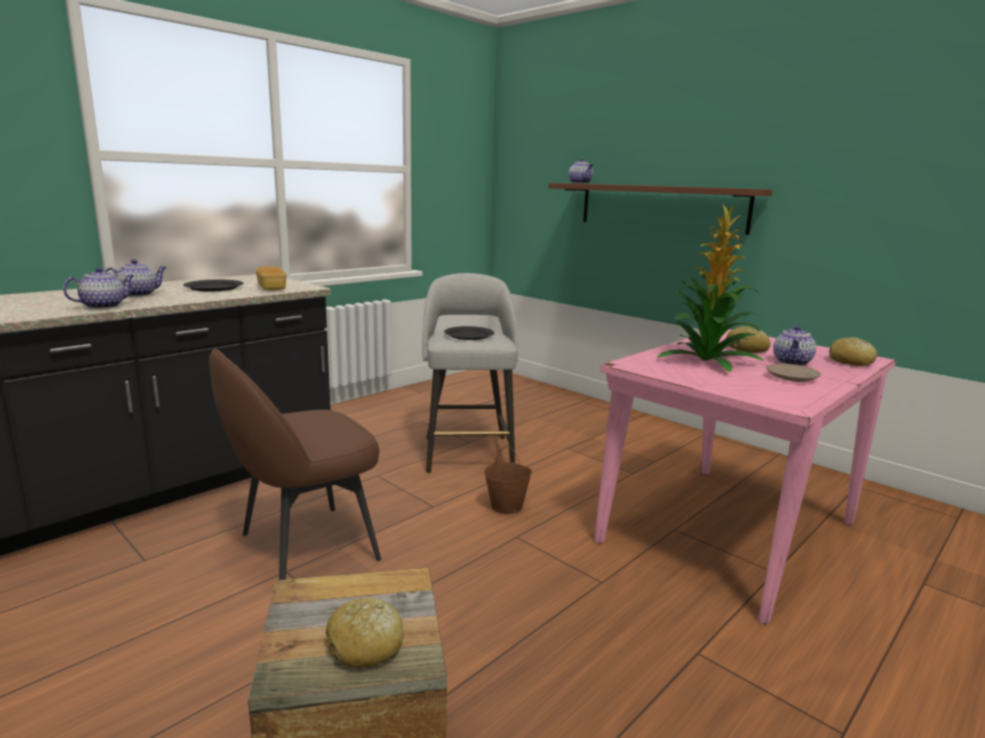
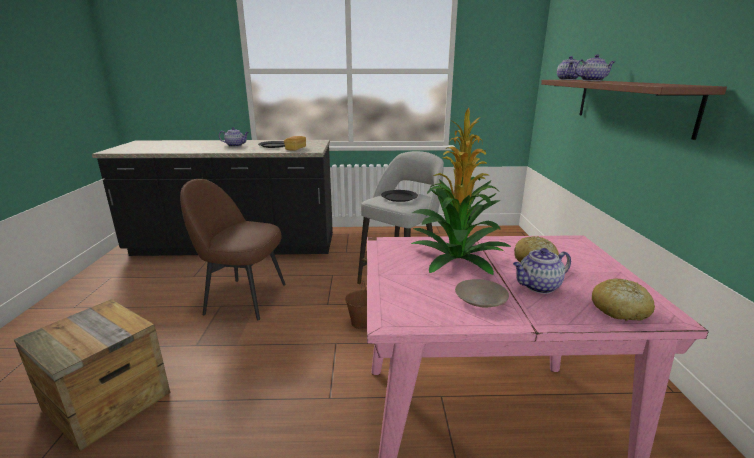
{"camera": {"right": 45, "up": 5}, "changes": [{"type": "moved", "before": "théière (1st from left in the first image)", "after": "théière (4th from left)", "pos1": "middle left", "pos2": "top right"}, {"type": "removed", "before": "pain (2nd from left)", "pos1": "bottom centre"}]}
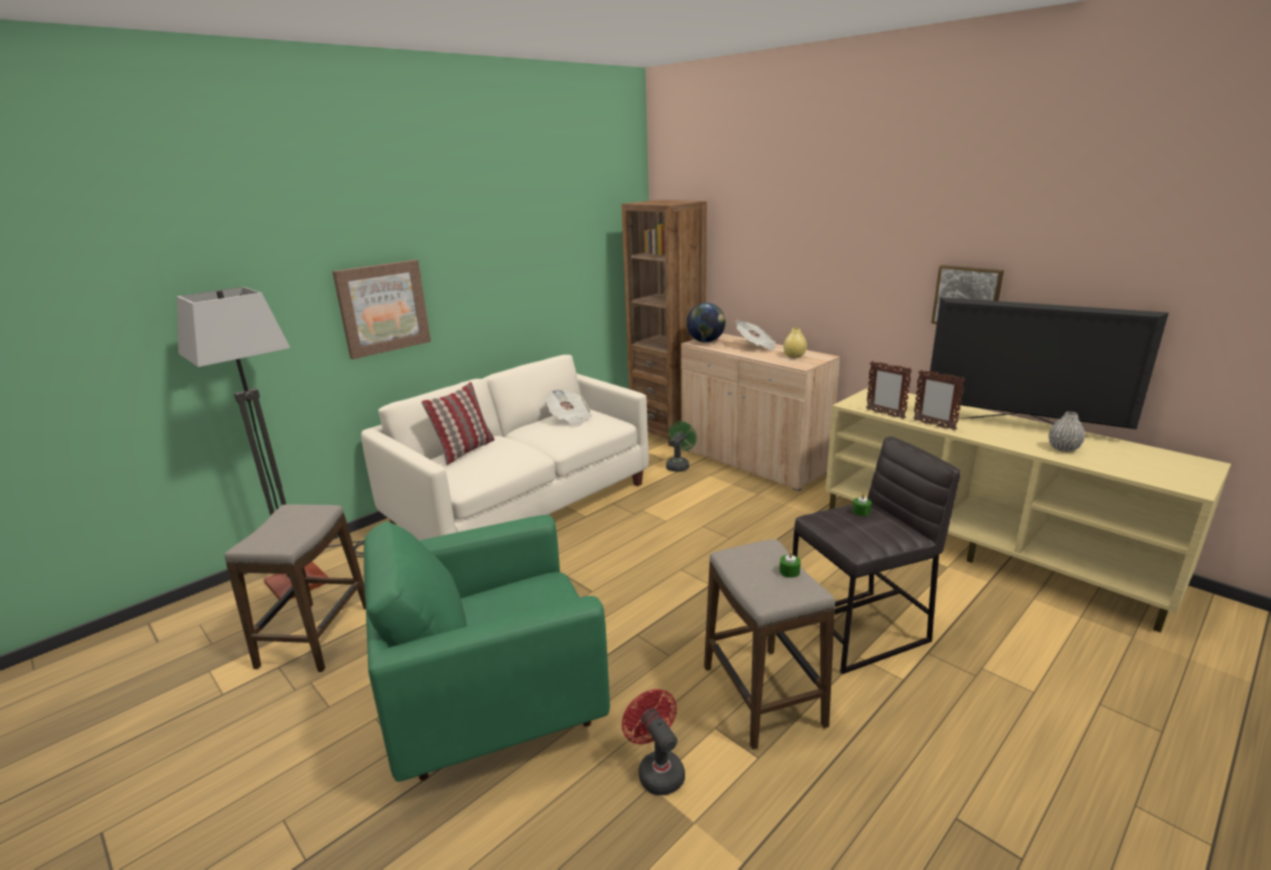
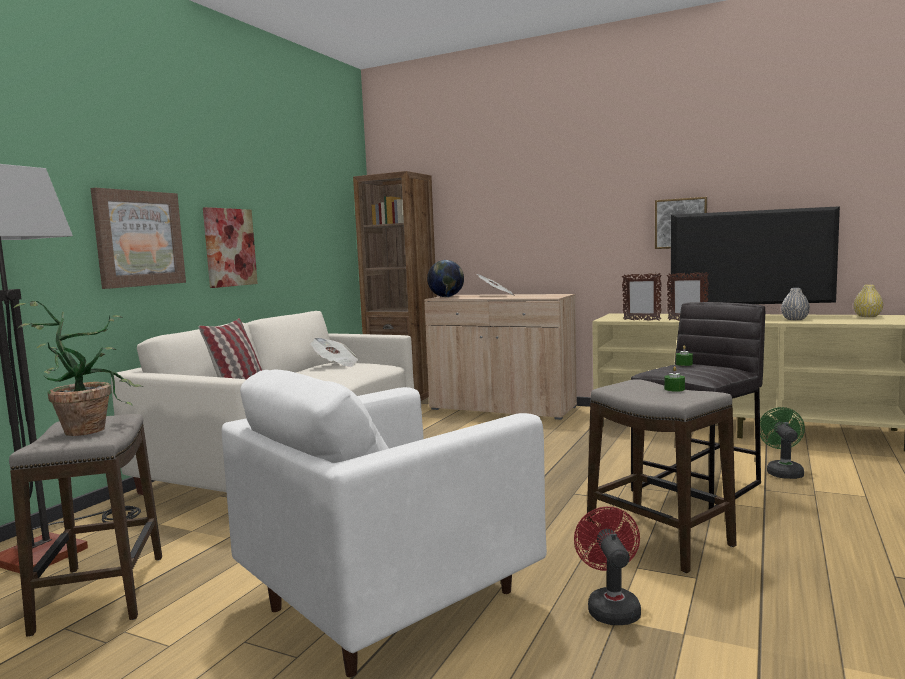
{"camera": {"right": -20, "up": -15}, "changes": [{"type": "moved", "before": "vase/jaune", "pos1": "centre", "pos2": "middle right"}, {"type": "moved", "before": "ventilateur/vert", "pos1": "centre", "pos2": "middle right"}, {"type": "recoloured", "before": "fauteuil/vert", "after": "fauteuil/blanc", "pos1": "bottom centre", "pos2": "bottom centre"}, {"type": "turned", "before": "ventilateur/rouge", "pos1": "bottom centre", "pos2": "bottom right", "turn": 45}, {"type": "added", "after": "tableau (2nd from left)", "pos2": "middle left"}, {"type": "added", "after": "plante en pot", "pos2": "middle left"}]}
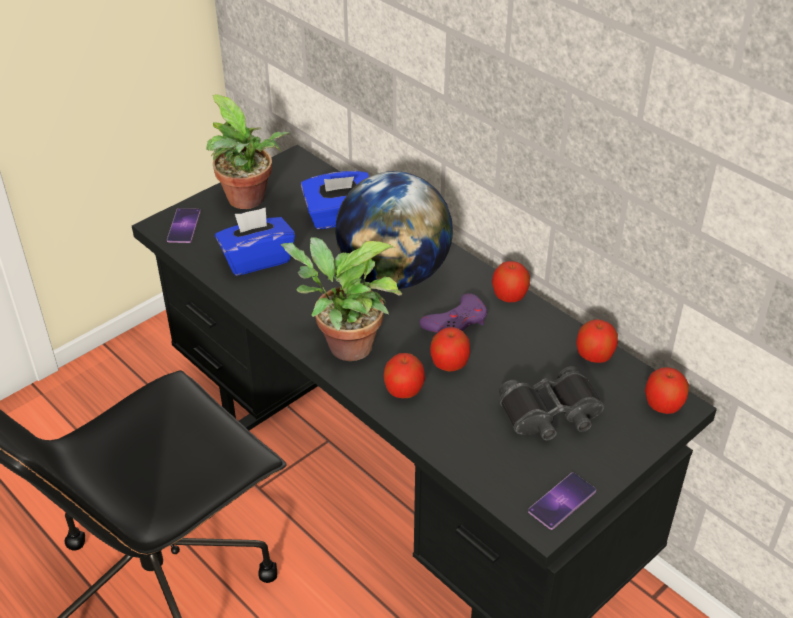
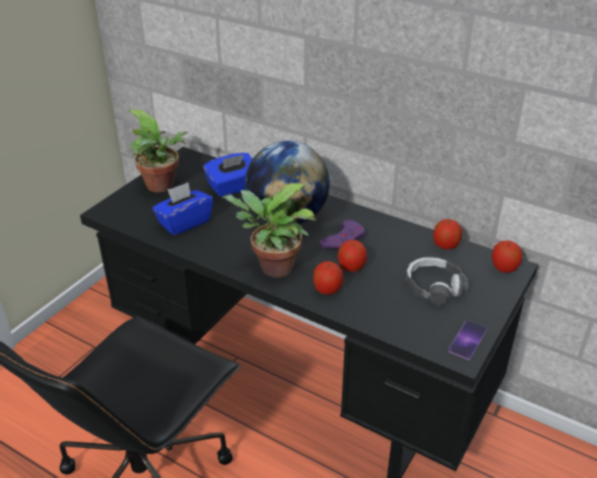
{"camera": {"right": -15, "up": -5}, "changes": [{"type": "removed", "before": "téléphone (1st from left)", "pos1": "middle left"}, {"type": "removed", "before": "pomme (3rd from left)", "pos1": "centre"}, {"type": "replaced", "before": "jumelles/noir", "after": "casque audio", "pos1": "middle right", "pos2": "middle right"}]}
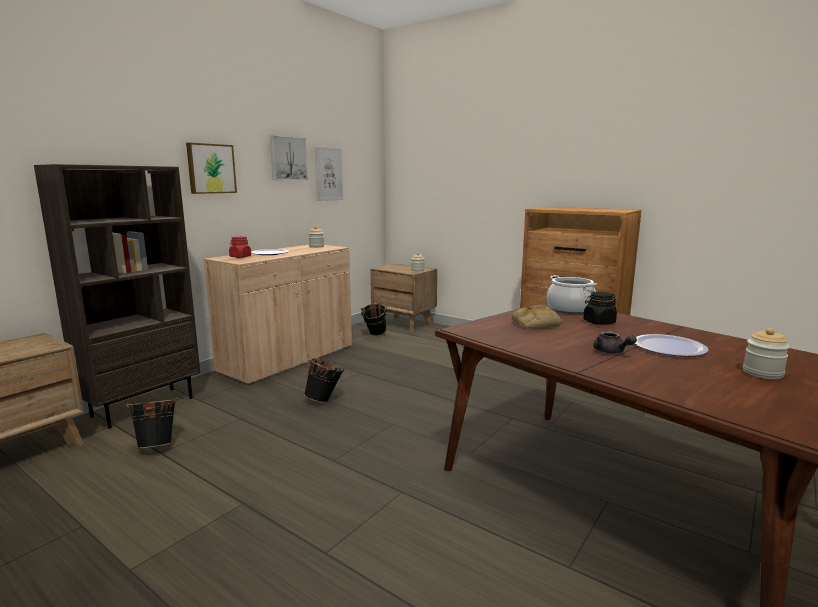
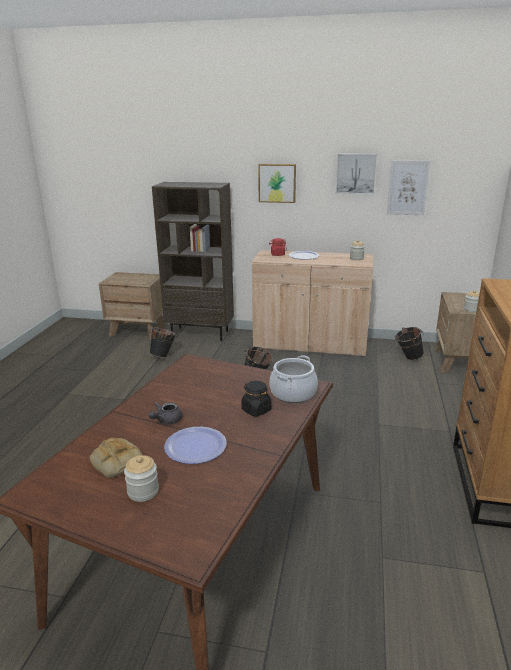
{"camera": {"right": 65, "up": 10}, "changes": [{"type": "moved", "before": "pain", "pos1": "centre", "pos2": "bottom left"}]}
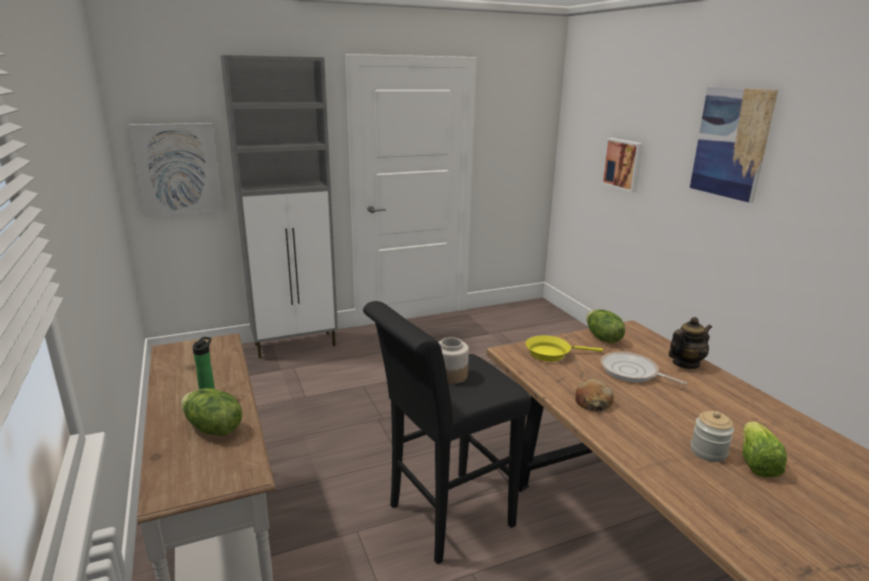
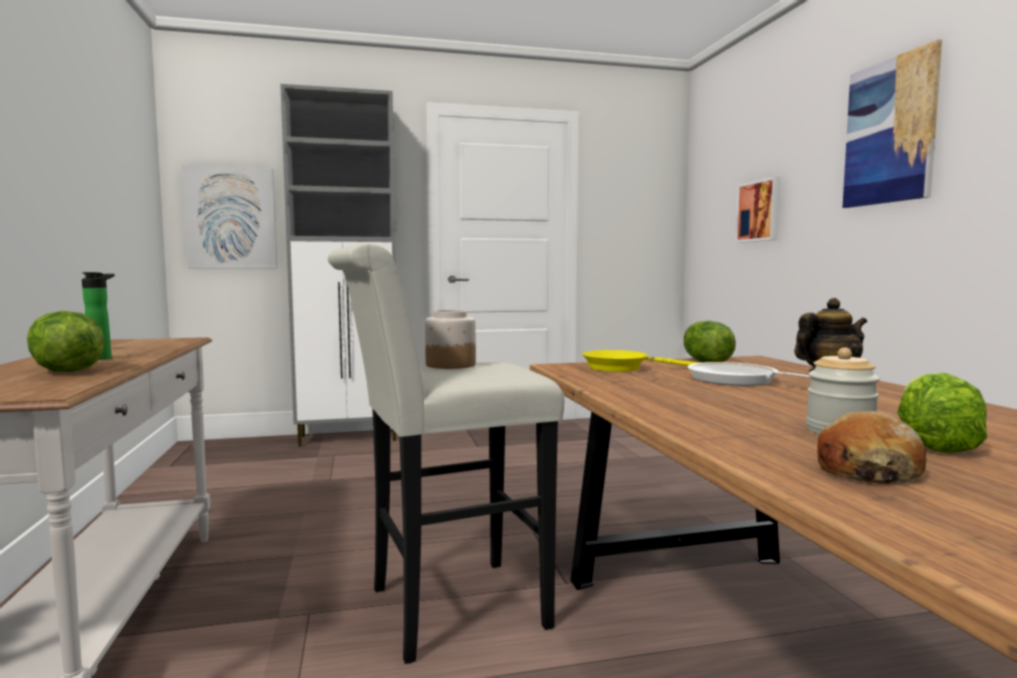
{"camera": {"right": 10, "up": -15}, "changes": [{"type": "recoloured", "before": "tabouret/noir", "after": "tabouret/blanc", "pos1": "bottom centre", "pos2": "bottom centre"}, {"type": "moved", "before": "pain", "pos1": "bottom right", "pos2": "middle right"}]}
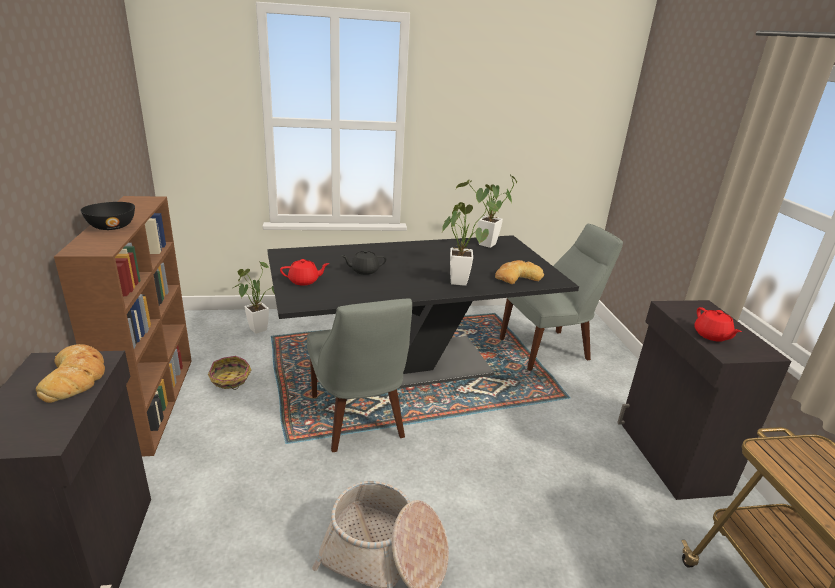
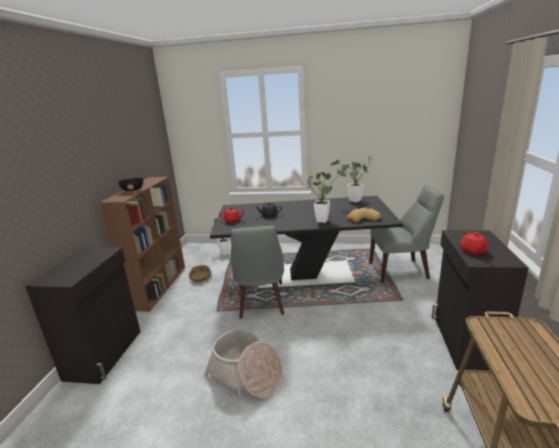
{"camera": {"right": 20, "up": -5}, "changes": [{"type": "removed", "before": "pain (1st from left)", "pos1": "middle left"}]}
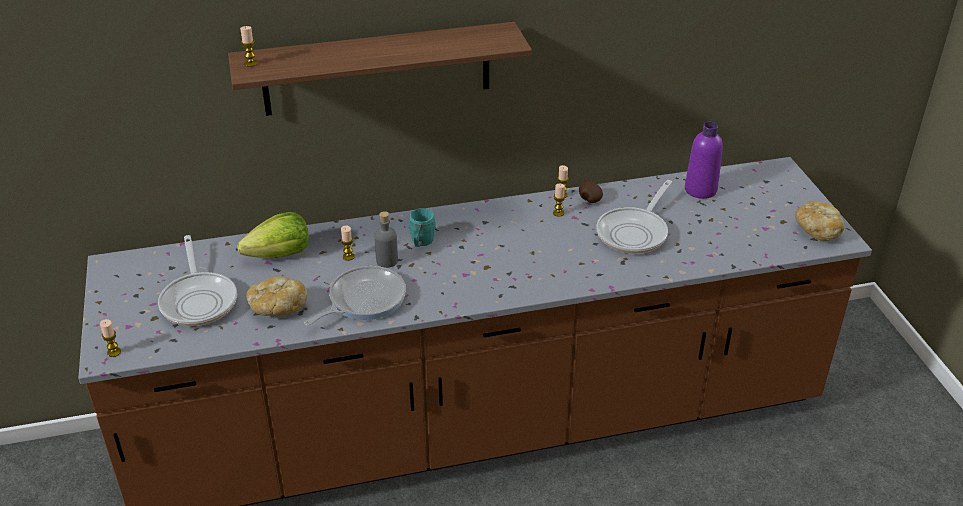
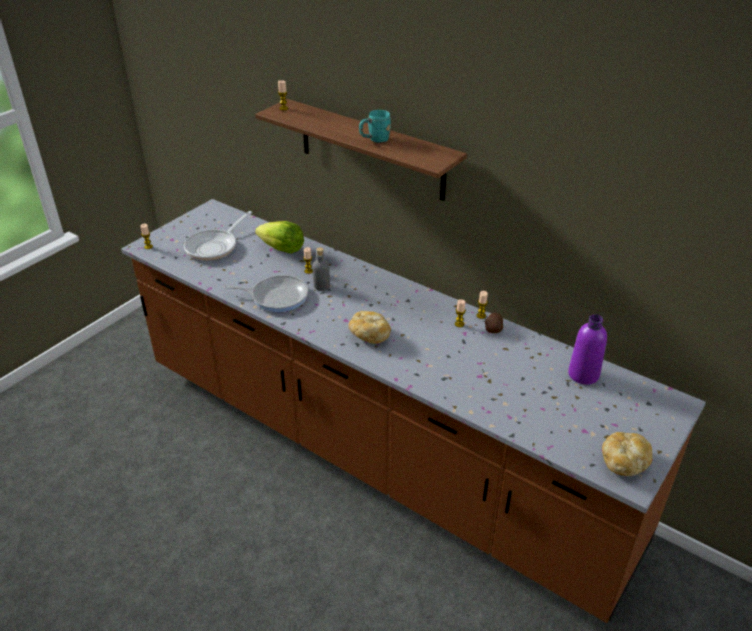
{"camera": {"right": 50, "up": 0}, "changes": [{"type": "removed", "before": "poêle (3rd from left)", "pos1": "centre"}, {"type": "moved", "before": "mug/turquoise", "pos1": "centre", "pos2": "top centre"}, {"type": "moved", "before": "pain (1st from left)", "pos1": "middle left", "pos2": "centre"}]}
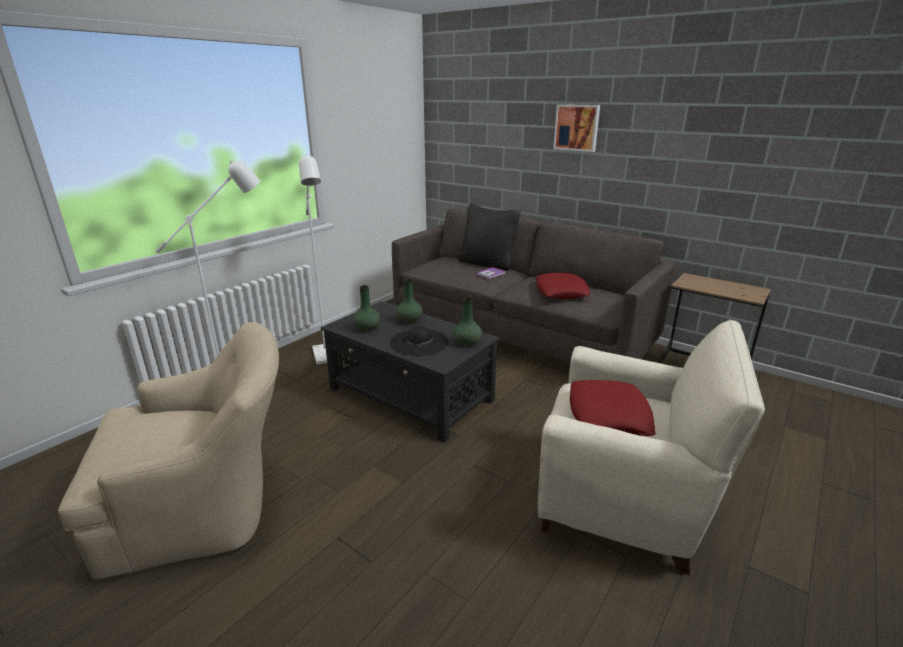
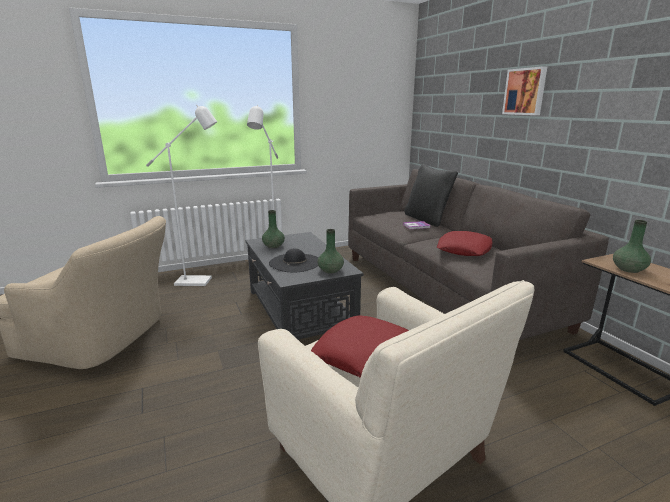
{"camera": {"right": 30, "up": -5}, "changes": [{"type": "moved", "before": "vase/vert (2nd from left in the first image)", "after": "vase/vert (3rd from left)", "pos1": "centre", "pos2": "middle right"}]}
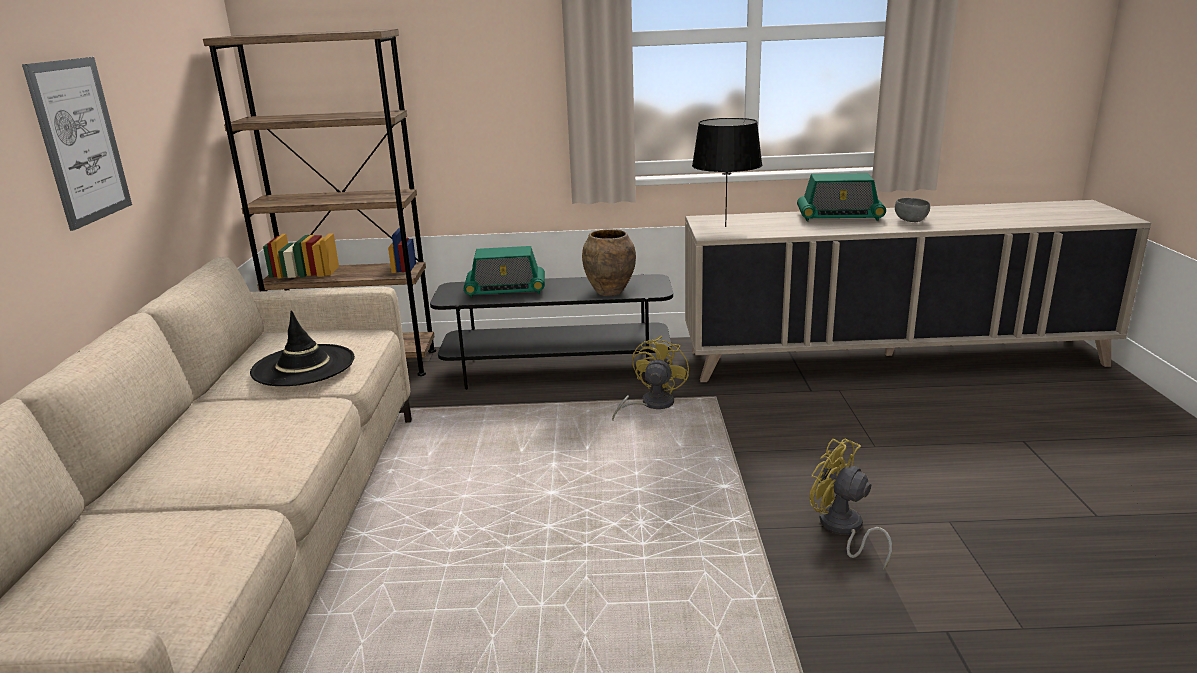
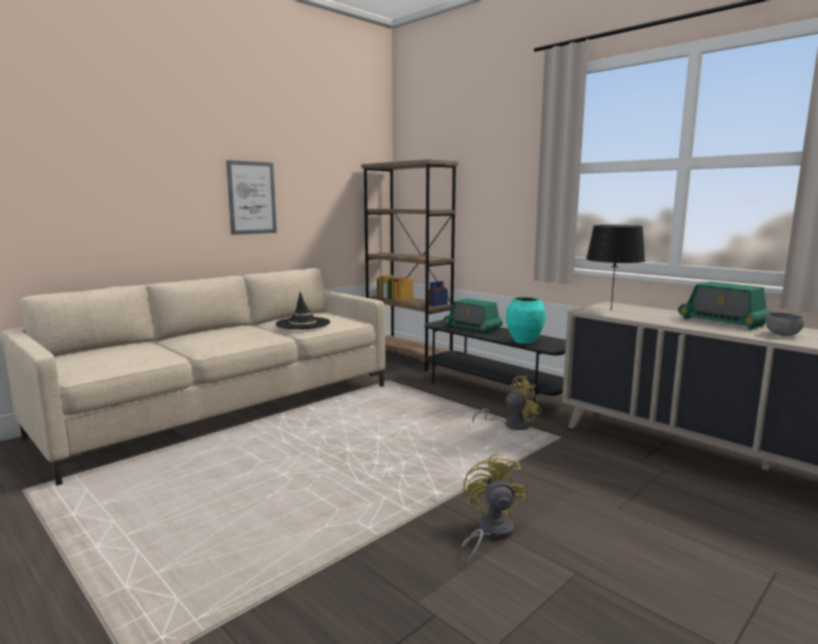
{"camera": {"right": 45, "up": -10}, "changes": [{"type": "recoloured", "before": "vase/marron", "after": "vase/turquoise", "pos1": "centre", "pos2": "centre"}]}
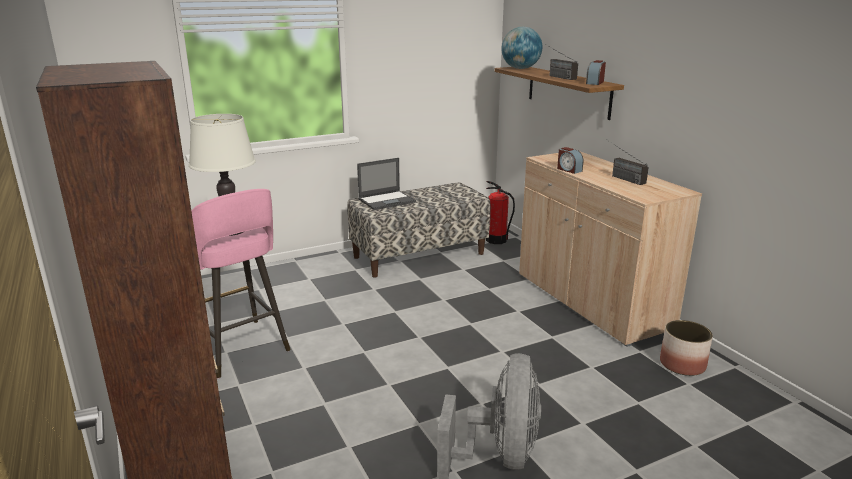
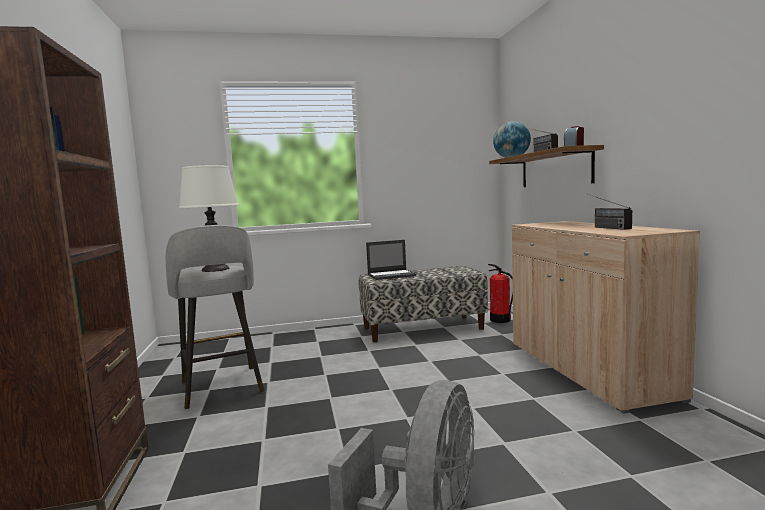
{"camera": {"right": 15, "up": -15}, "changes": [{"type": "removed", "before": "réveil (1st from left)", "pos1": "middle right"}, {"type": "recoloured", "before": "tabouret/rose", "after": "tabouret/gris", "pos1": "middle left", "pos2": "middle left"}, {"type": "removed", "before": "cache-pot", "pos1": "bottom right"}]}
